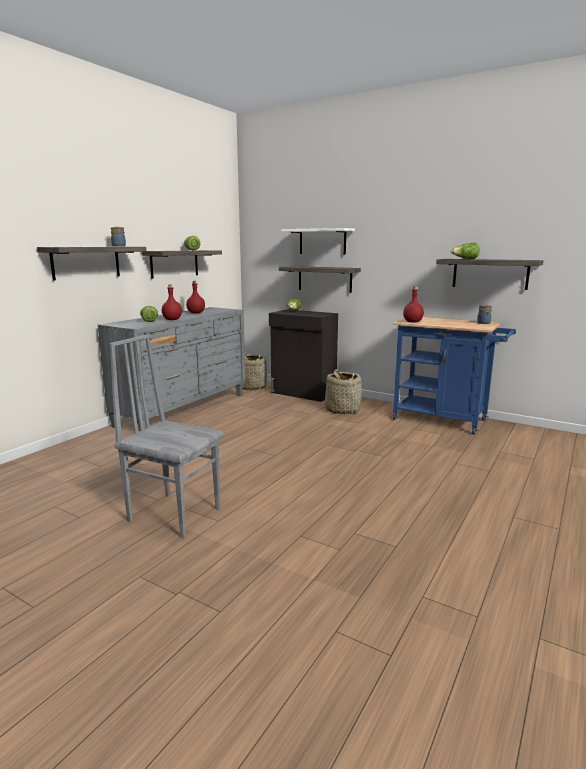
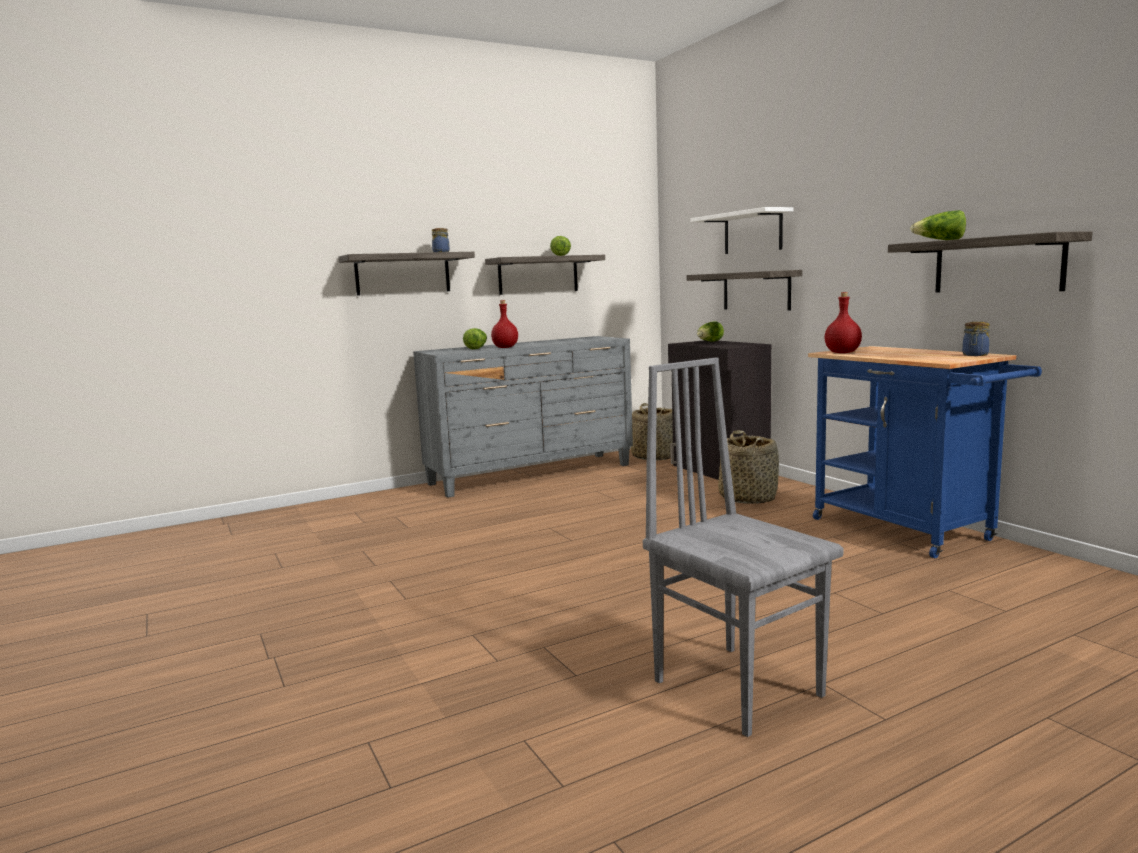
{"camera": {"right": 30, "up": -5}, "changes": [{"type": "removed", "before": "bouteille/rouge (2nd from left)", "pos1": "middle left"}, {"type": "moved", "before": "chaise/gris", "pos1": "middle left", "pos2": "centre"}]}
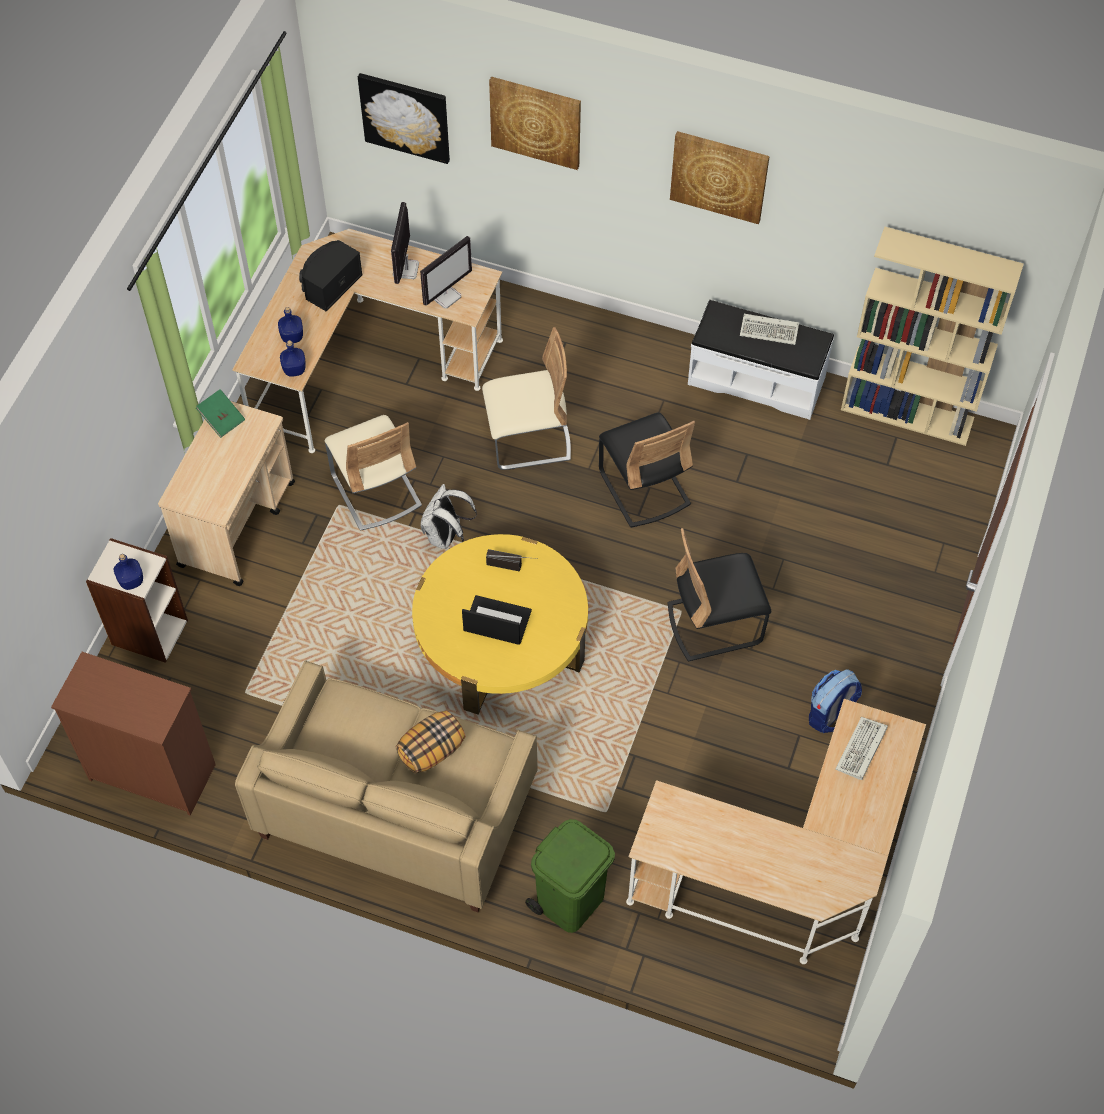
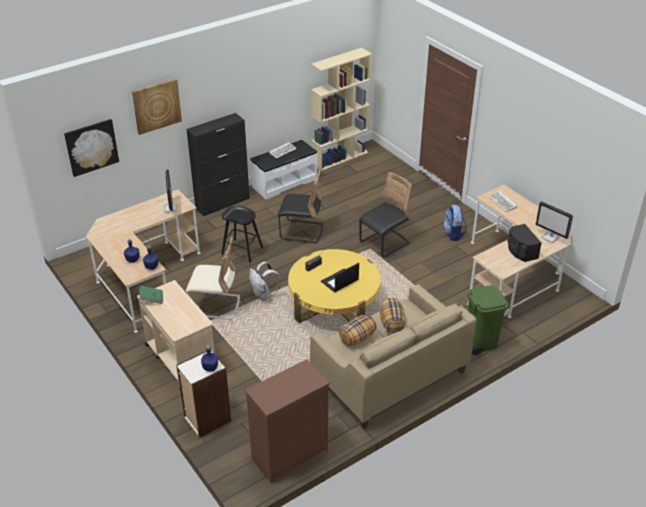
{"camera": {"right": -55, "up": -20}, "changes": [{"type": "removed", "before": "tableau (3rd from left)", "pos1": "top centre"}, {"type": "moved", "before": "écran d'ordinateur (1st from left in the first image)", "after": "écran d'ordinateur (2nd from left)", "pos1": "top centre", "pos2": "middle right"}, {"type": "moved", "before": "enceinte/noir", "pos1": "top left", "pos2": "middle right"}, {"type": "replaced", "before": "chaise/beige (2nd from left)", "after": "tabouret/noir", "pos1": "centre", "pos2": "centre"}, {"type": "turned", "before": "chaise/noir (2nd from left)", "pos1": "centre", "pos2": "centre", "turn": -150}, {"type": "added", "after": "meuble de rangement/noir", "pos2": "top centre"}, {"type": "added", "after": "coussin (1st from left)", "pos2": "centre"}]}
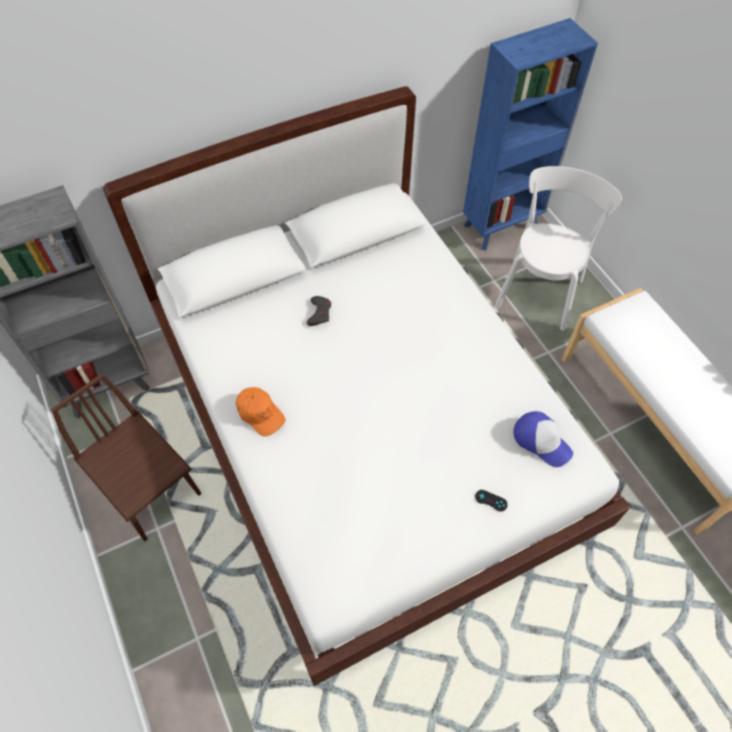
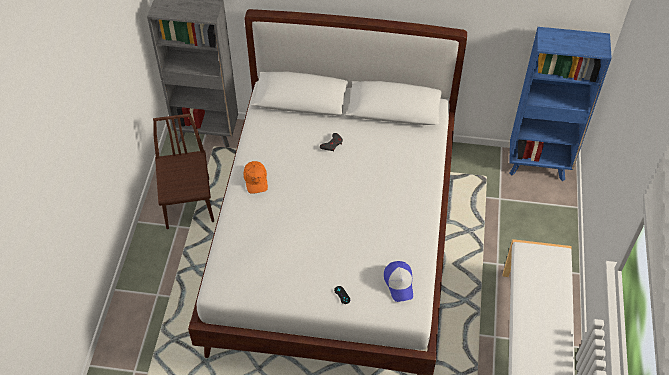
{"camera": {"right": 35, "up": -5}, "changes": [{"type": "removed", "before": "chaise/blanc", "pos1": "middle right"}]}
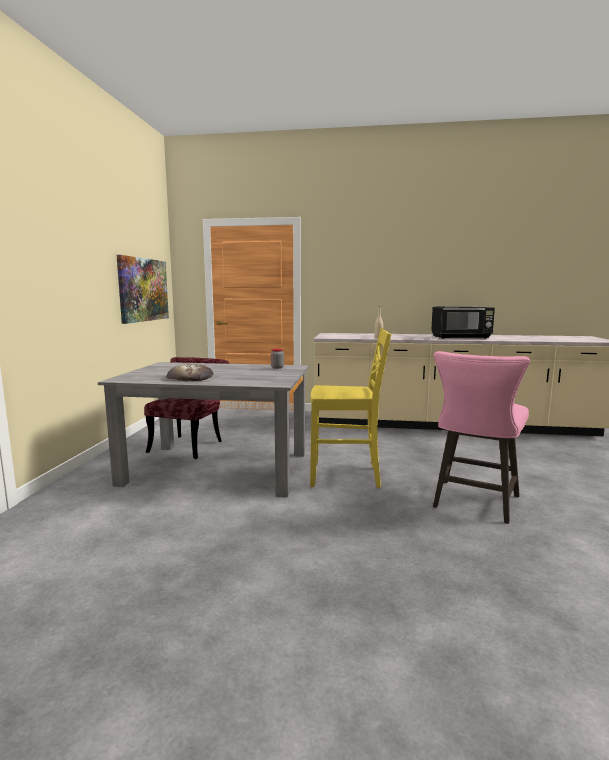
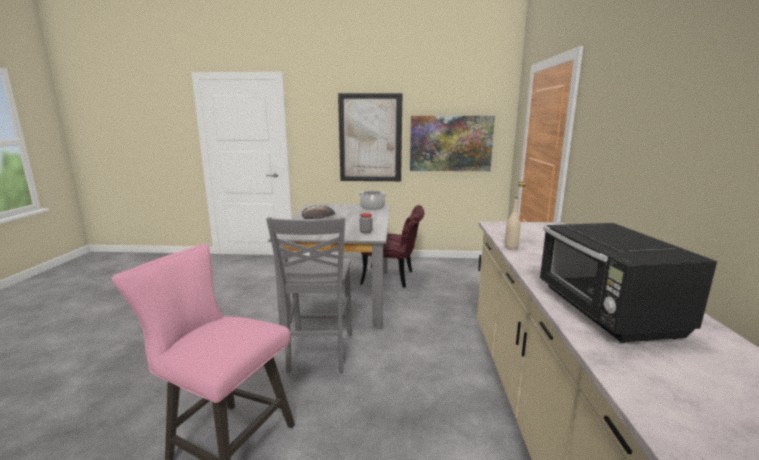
{"camera": {"right": 85, "up": 5}, "changes": [{"type": "recoloured", "before": "chaise/jaune", "after": "chaise/gris", "pos1": "centre", "pos2": "centre"}, {"type": "added", "after": "tableau (1st from left)", "pos2": "top centre"}, {"type": "added", "after": "marmite", "pos2": "centre"}]}
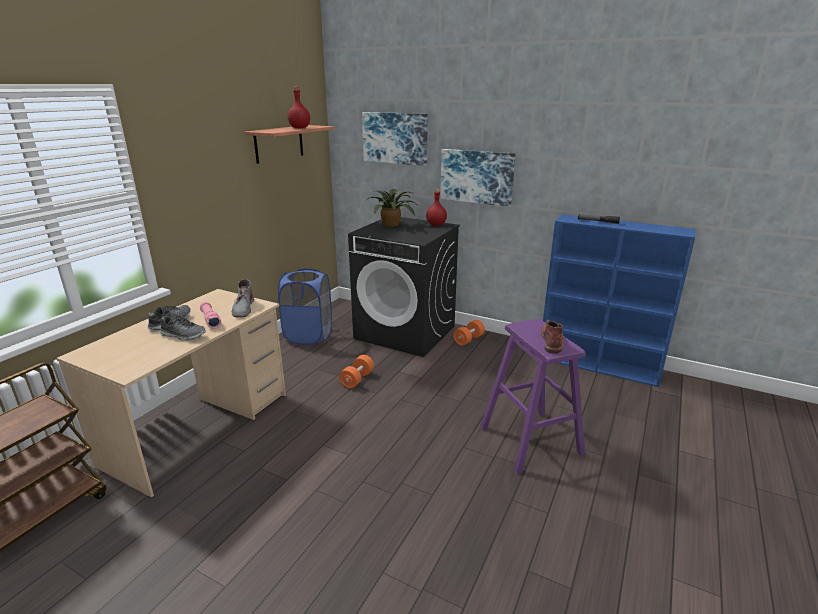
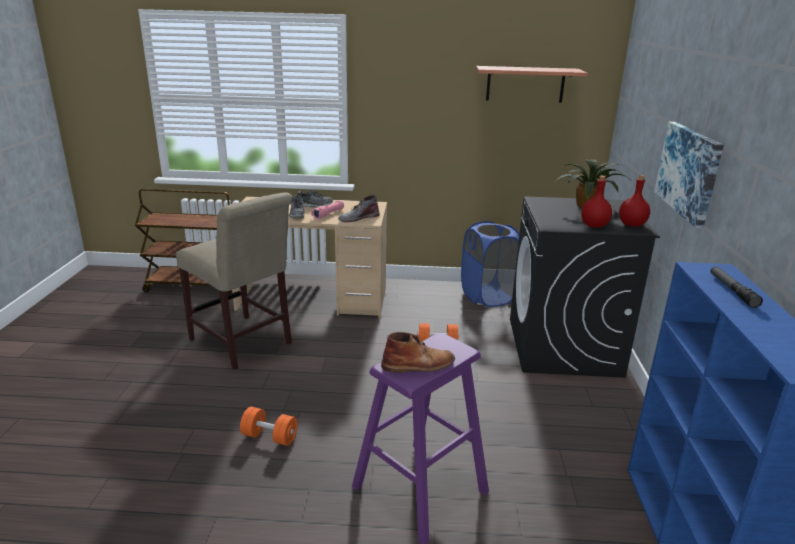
{"camera": {"right": 65, "up": 0}, "changes": [{"type": "moved", "before": "bouteille/rouge (1st from left)", "pos1": "top centre", "pos2": "middle right"}, {"type": "removed", "before": "tableau (1st from left)", "pos1": "top centre"}, {"type": "moved", "before": "haltère/orange (2nd from left in the first image)", "after": "haltère/orange (1st from left)", "pos1": "centre", "pos2": "bottom centre"}, {"type": "added", "after": "chaise/beige", "pos2": "middle left"}]}
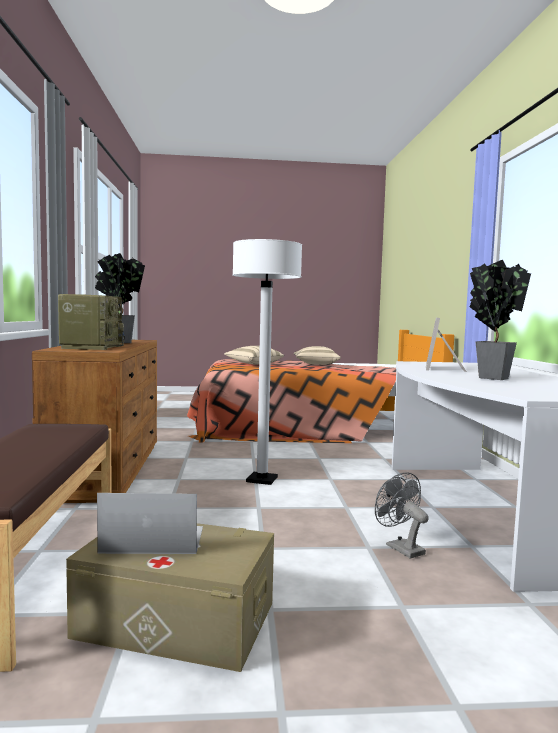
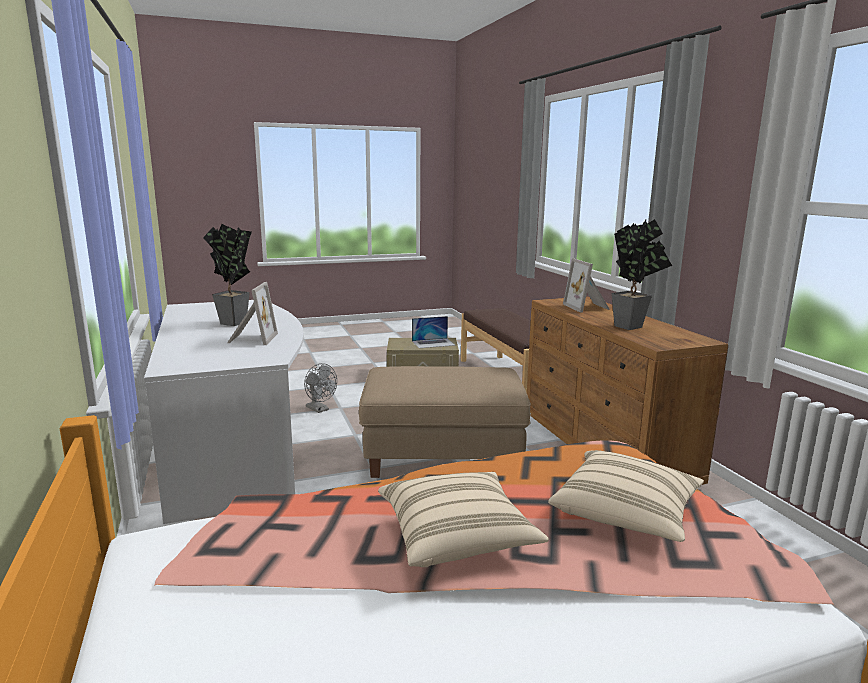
{"camera": {"right": 165, "up": 10}, "changes": [{"type": "replaced", "before": "lampadaire/blanc", "after": "pouf/beige", "pos1": "centre", "pos2": "centre"}, {"type": "replaced", "before": "radio", "after": "cadre photo (2nd from left)", "pos1": "middle left", "pos2": "middle right"}]}
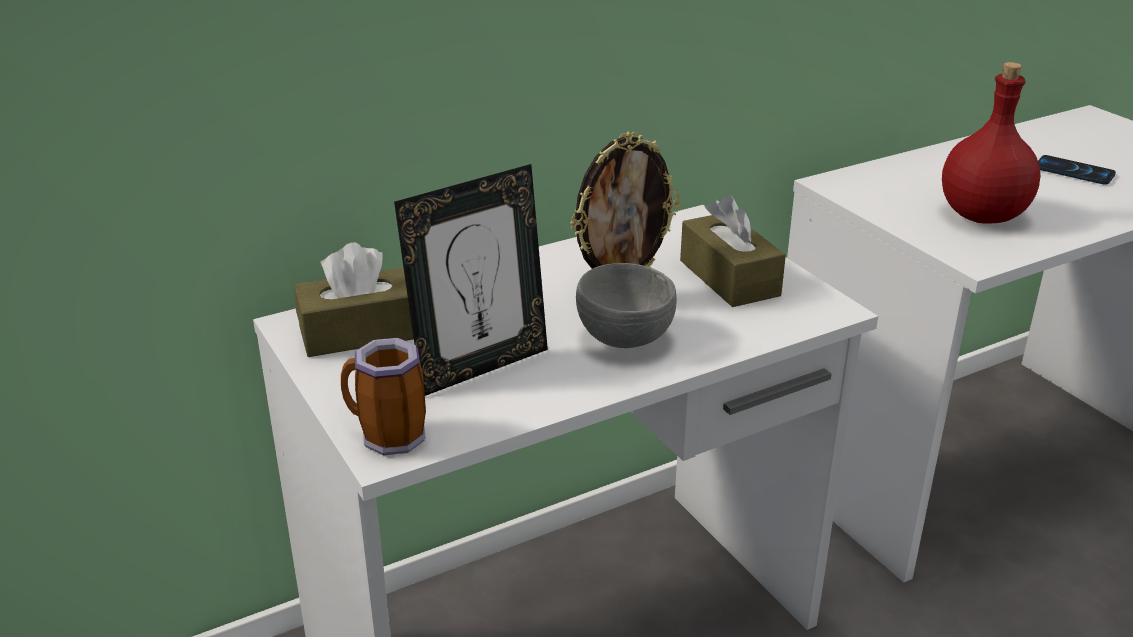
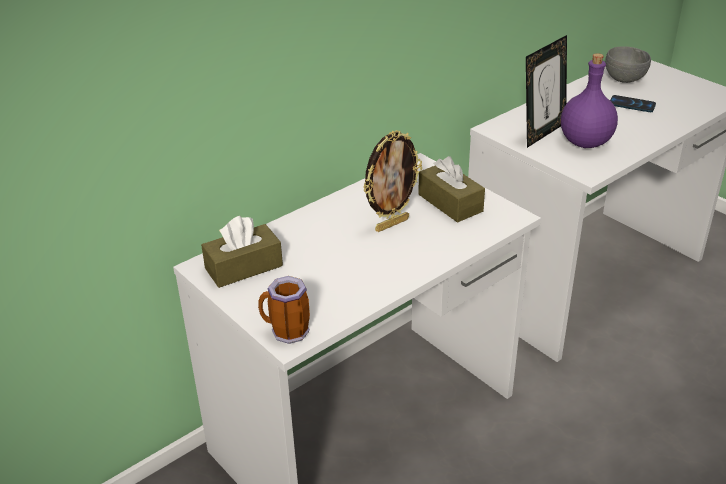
{"camera": {"right": -10, "up": 5}, "changes": [{"type": "recoloured", "before": "bouteille/rouge", "after": "bouteille/violet", "pos1": "top right", "pos2": "top right"}, {"type": "moved", "before": "cadre photo (1st from left in the first image)", "after": "cadre photo (2nd from left)", "pos1": "centre", "pos2": "top right"}, {"type": "moved", "before": "bol/gris", "pos1": "centre", "pos2": "top right"}]}
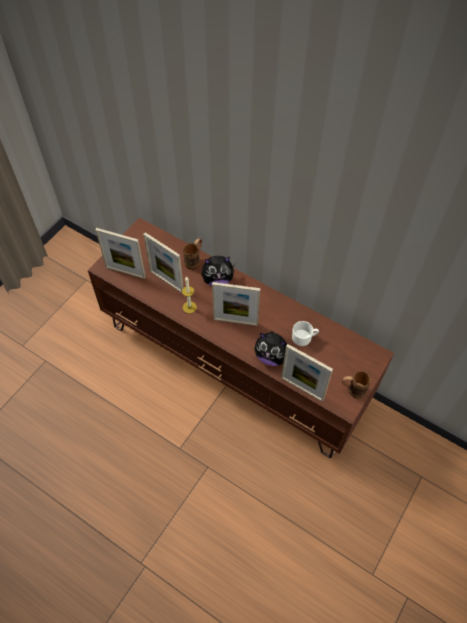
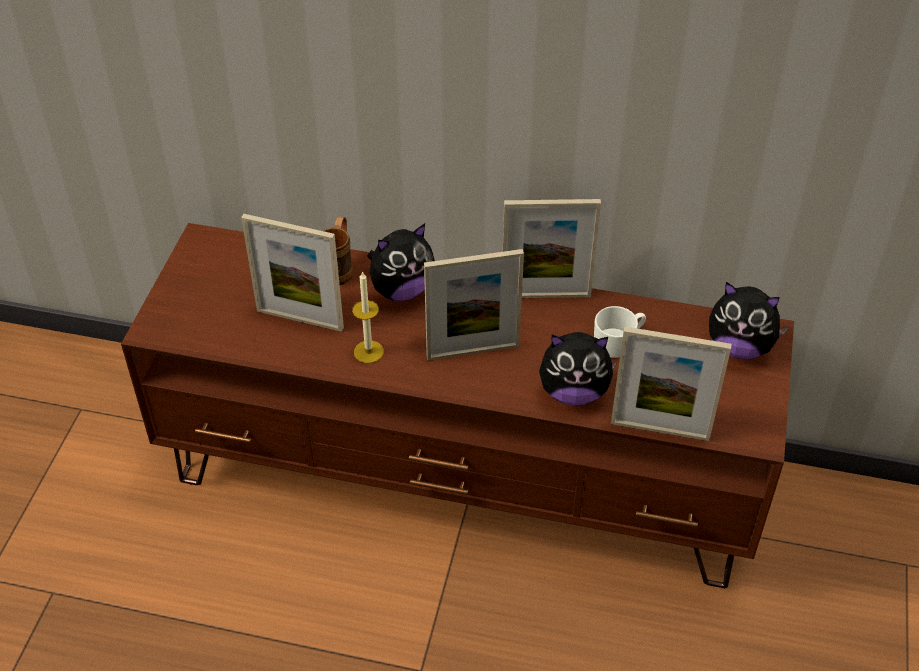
{"camera": {"right": -20, "up": -10}, "changes": [{"type": "moved", "before": "cadre photo (1st from left in the first image)", "after": "cadre photo (3rd from left)", "pos1": "middle left", "pos2": "centre"}, {"type": "removed", "before": "mug/marron (2nd from left)", "pos1": "middle right"}, {"type": "added", "after": "peluche (3rd from left)", "pos2": "middle right"}]}
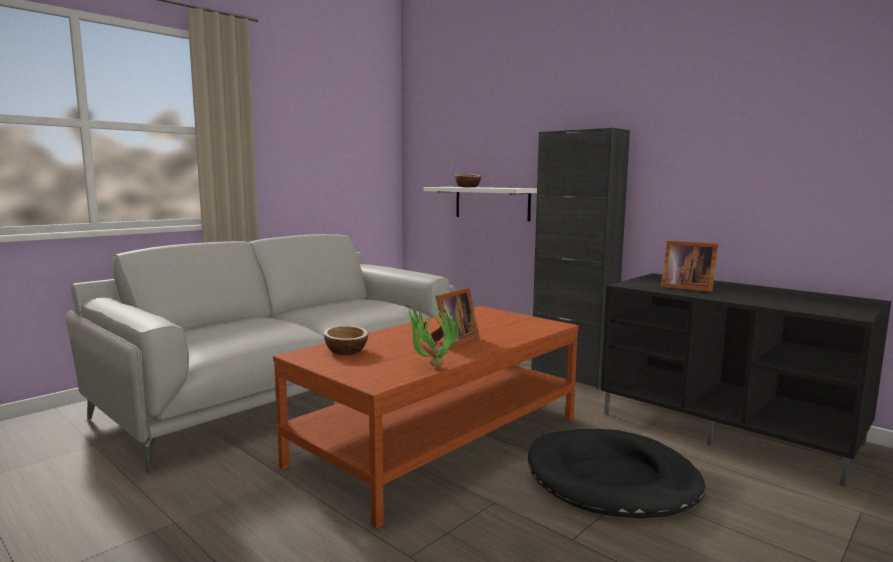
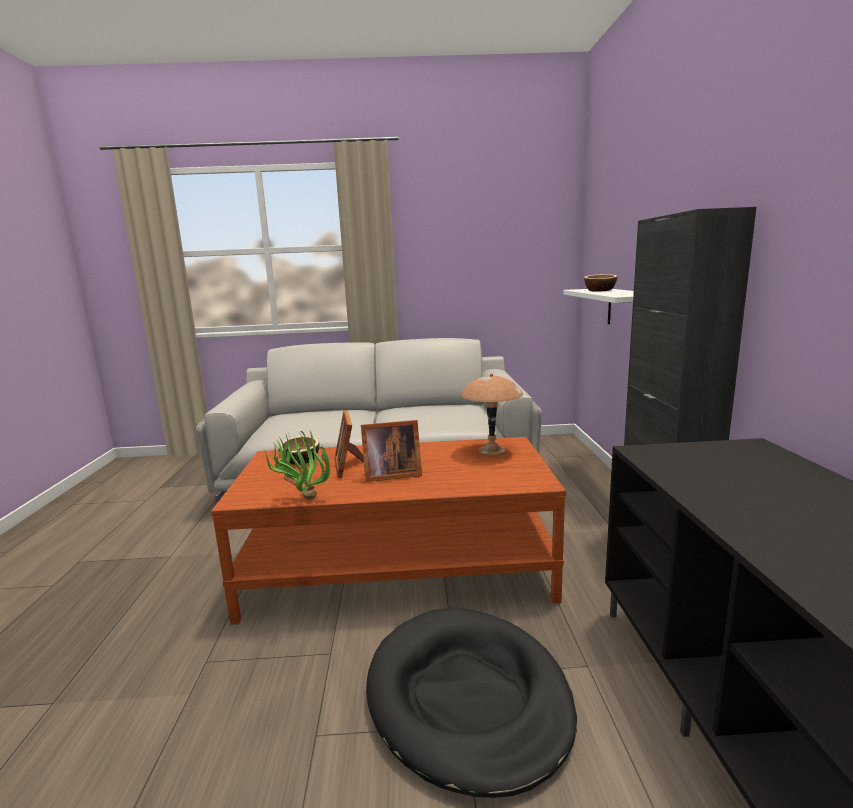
{"camera": {"right": 45, "up": 5}, "changes": [{"type": "moved", "before": "cadre photo (2nd from left in the first image)", "after": "cadre photo (1st from left)", "pos1": "middle right", "pos2": "centre"}, {"type": "added", "after": "lampe de table/marron", "pos2": "centre"}]}
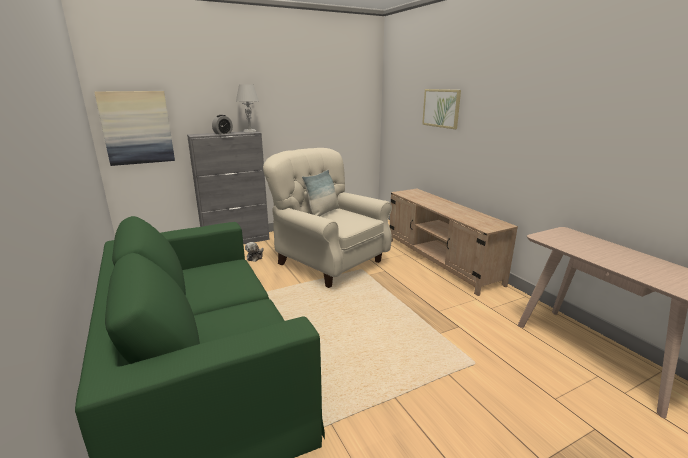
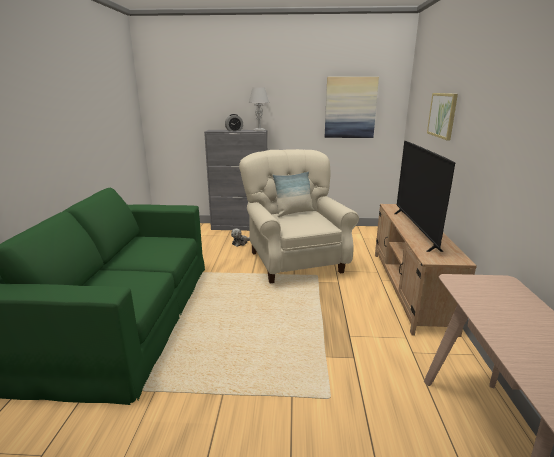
{"camera": {"right": 30, "up": 0}, "changes": [{"type": "moved", "before": "tableau (1st from left)", "pos1": "top left", "pos2": "top centre"}, {"type": "added", "after": "téléviseur", "pos2": "middle right"}]}
